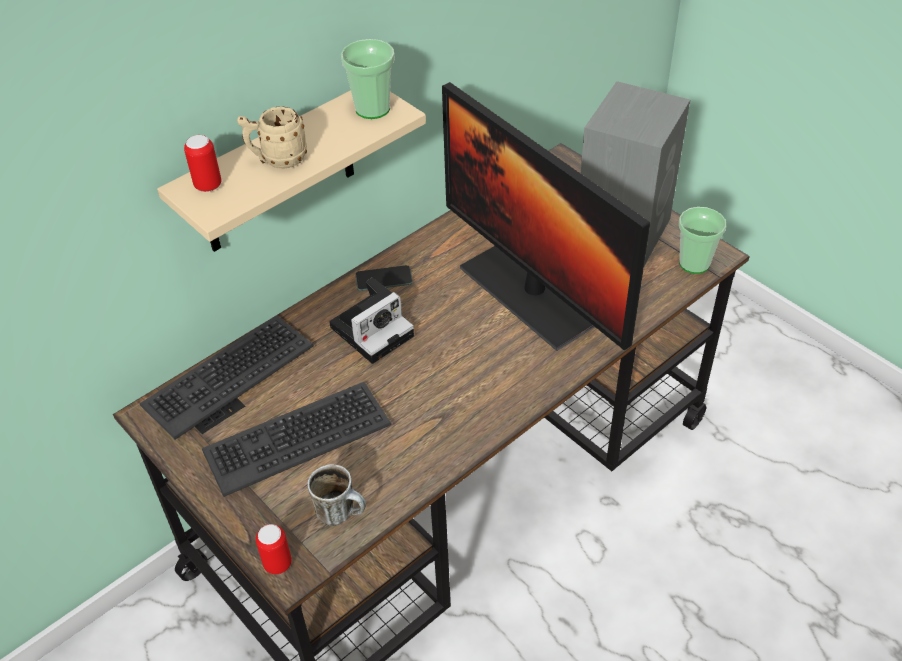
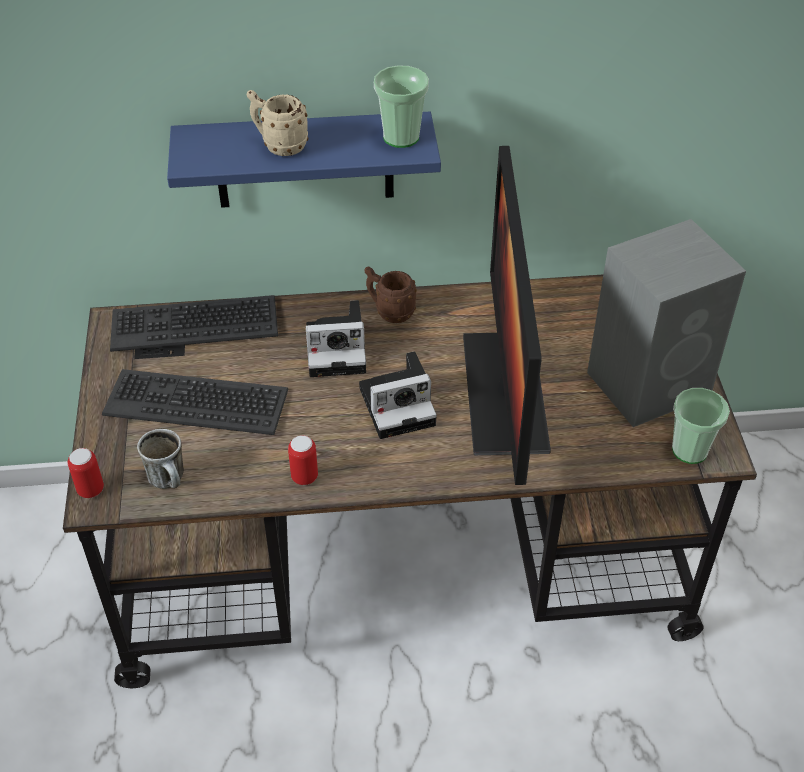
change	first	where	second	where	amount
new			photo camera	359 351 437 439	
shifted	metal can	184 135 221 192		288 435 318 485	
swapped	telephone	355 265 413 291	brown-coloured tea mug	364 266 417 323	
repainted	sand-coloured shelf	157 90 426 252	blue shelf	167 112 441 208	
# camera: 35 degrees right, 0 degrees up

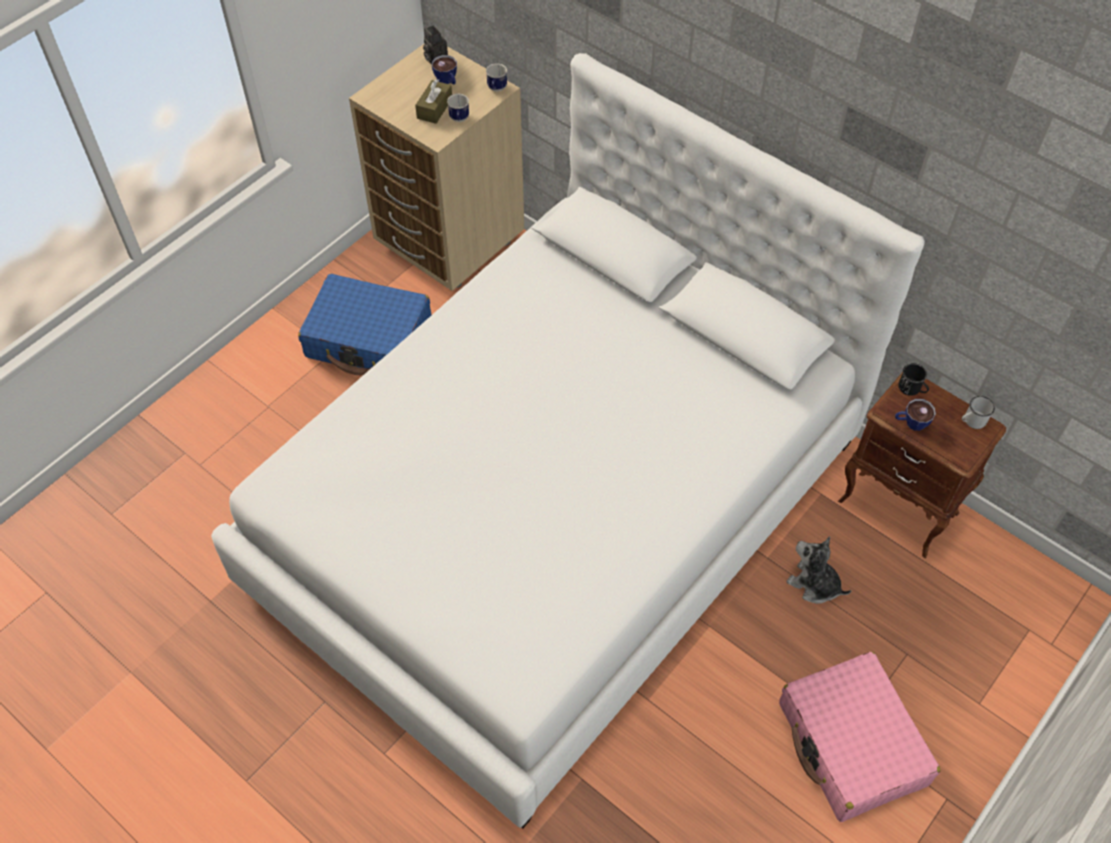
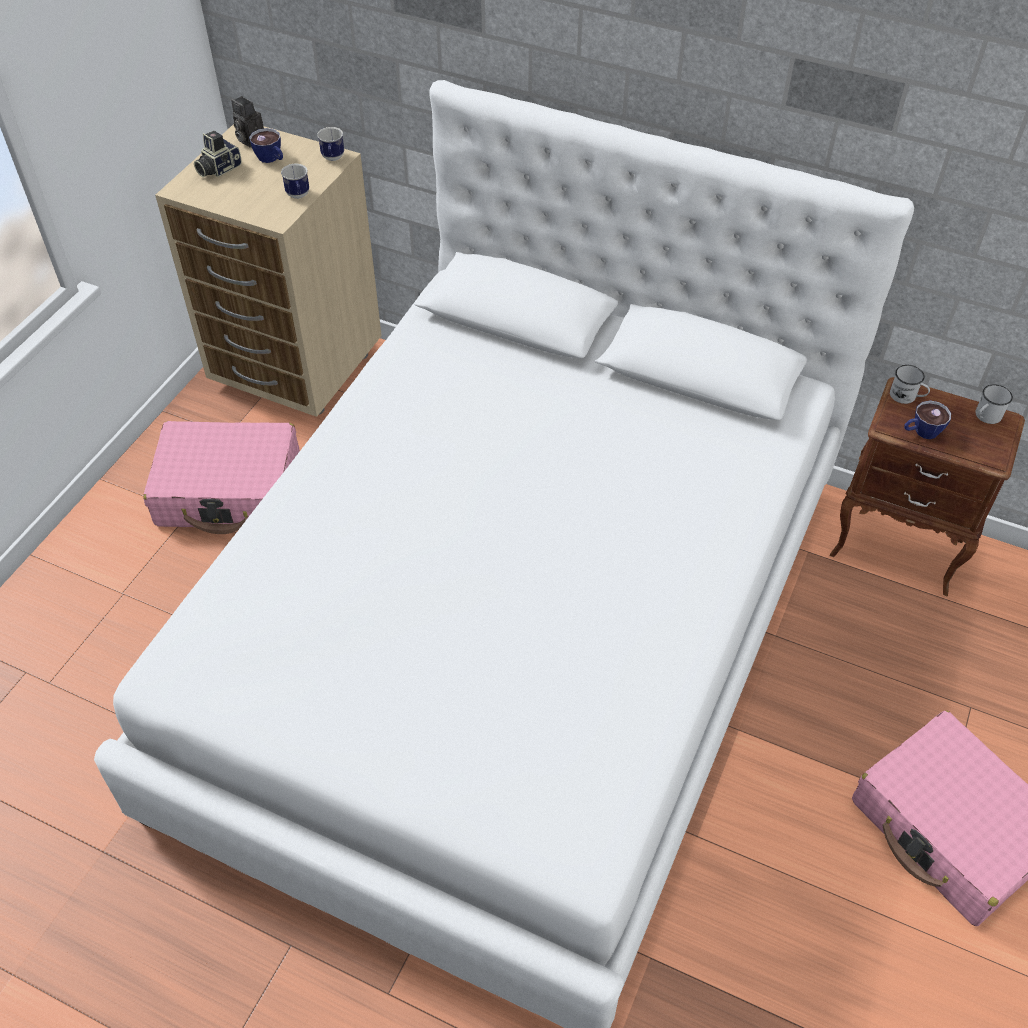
change	first	where	second	where	amount
gone	brown-coloured tissue box	415 79 452 124			
gone	plush toy	786 536 851 604			
new			photo camera	194 131 242 177	
repainted	blue travel case	298 274 432 375	pink travel case	143 421 300 534	
repainted	blackish tea mug	898 363 929 396	whitish tea mug	890 365 930 404	
# camera: 15 degrees left, 5 degrees down

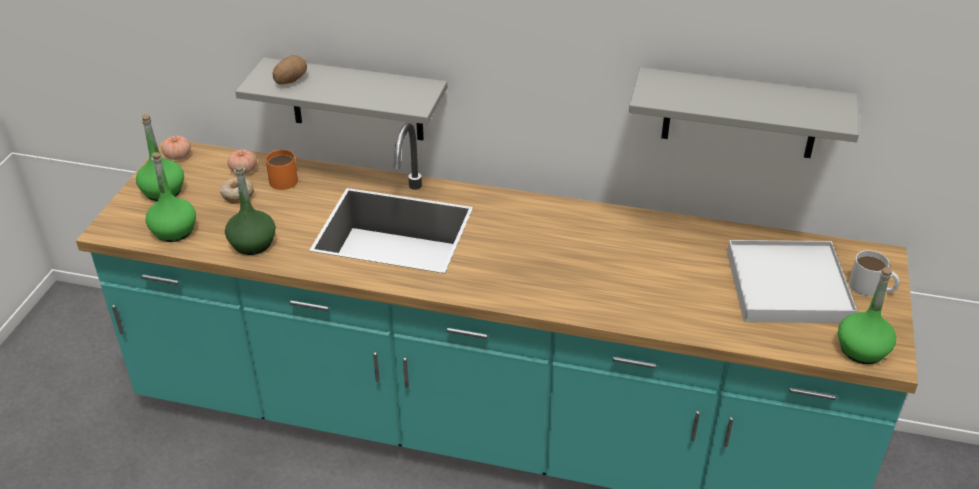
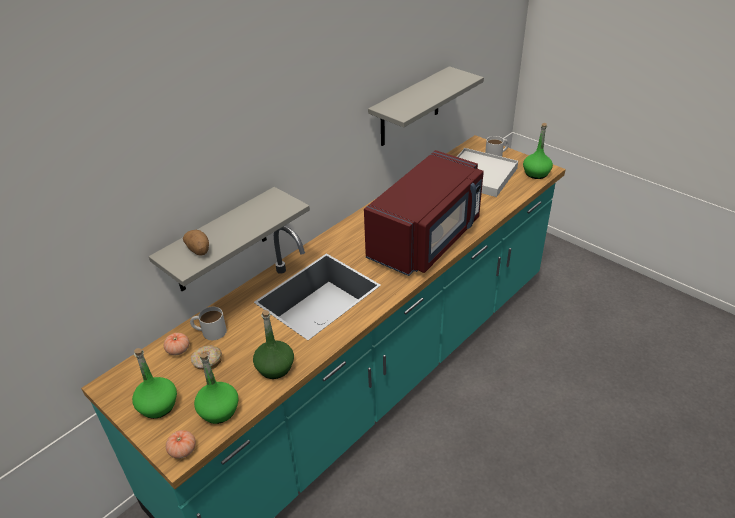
change	first	where	second	where	amount
new			red microwave	364 150 484 276	
shifted	tomato	161 136 191 160		166 430 196 459	
repainted	orange-coloured tea mug	266 150 298 190	whitish tea mug	190 307 227 340	
# camera: 60 degrees left, 0 degrees up

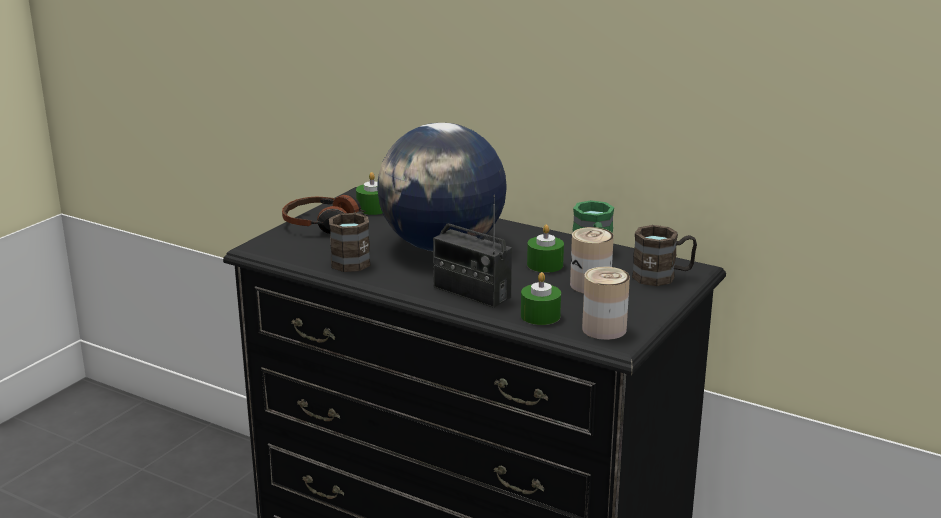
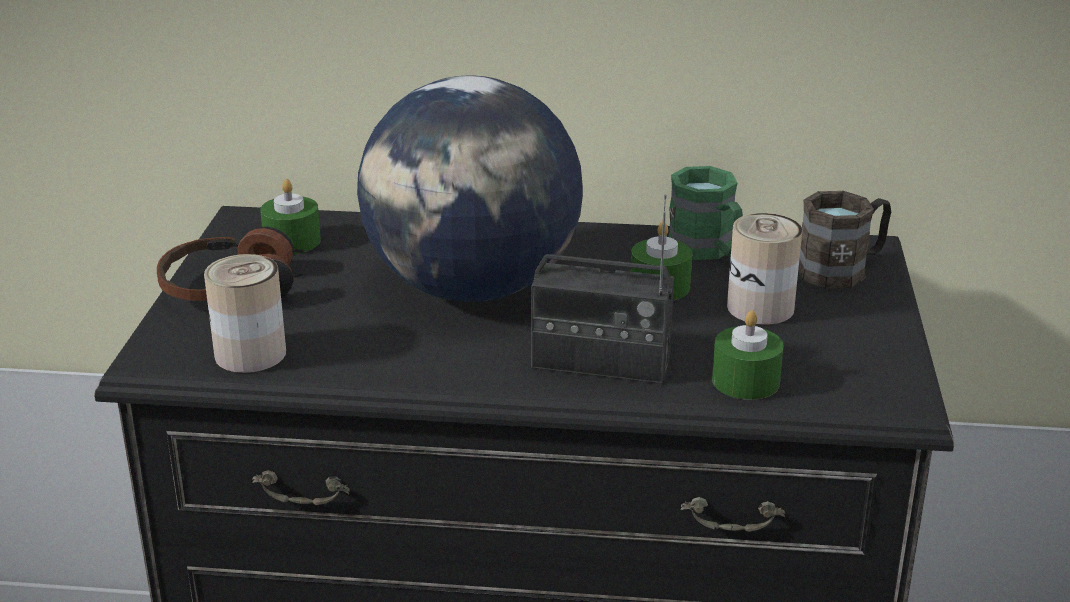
change	first	where	second	where	amount
gone	brown-coloured tea mug	329 211 371 272			
shifted	metal can	582 267 630 340		204 254 286 373	
# camera: 25 degrees left, 5 degrees up

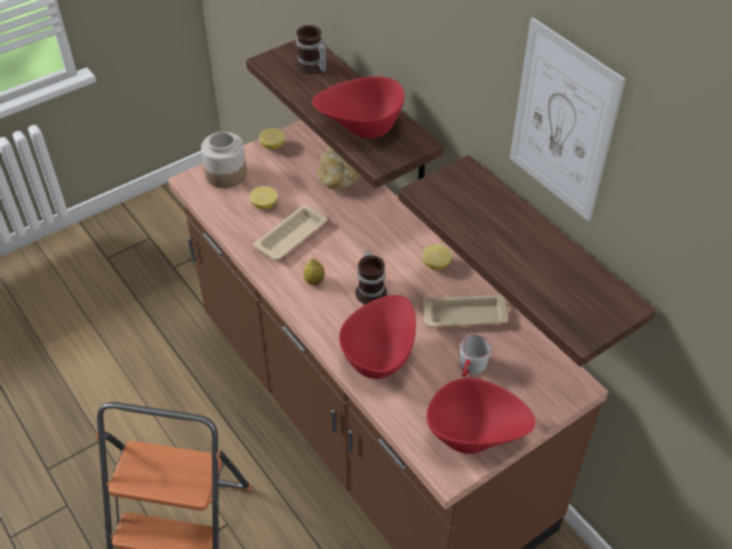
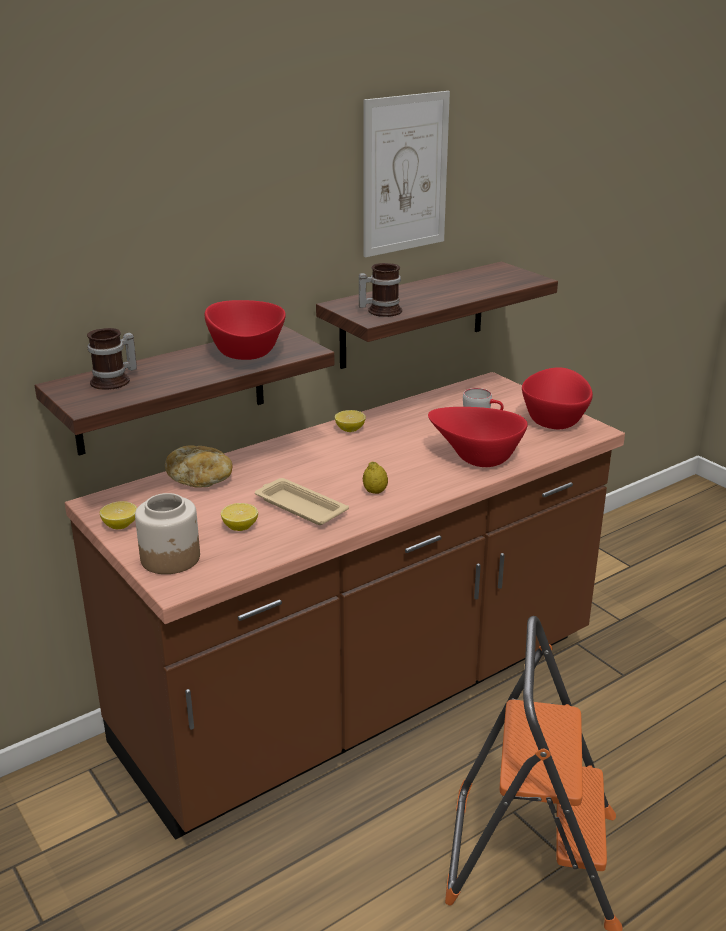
change	first	where	second	where	amount
gone	sand-coloured tray	422 295 510 327			
shifted	tea mug	355 251 387 305		359 263 402 317	
# camera: 90 degrees left, 20 degrees down

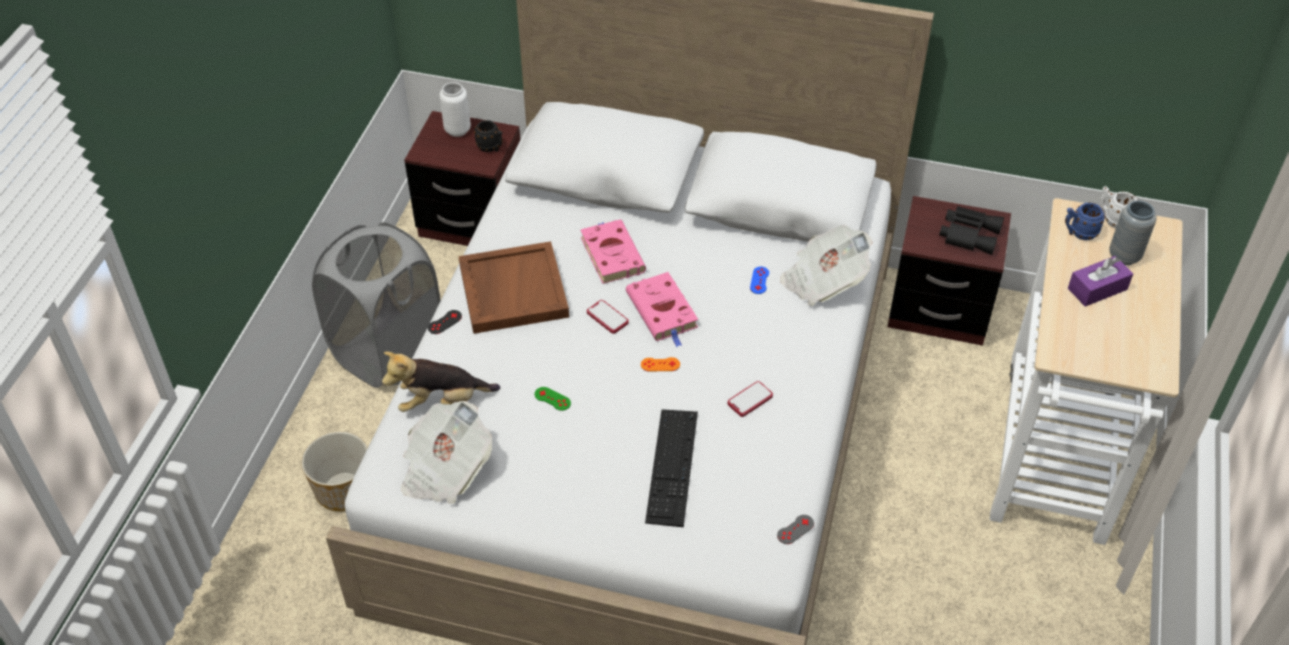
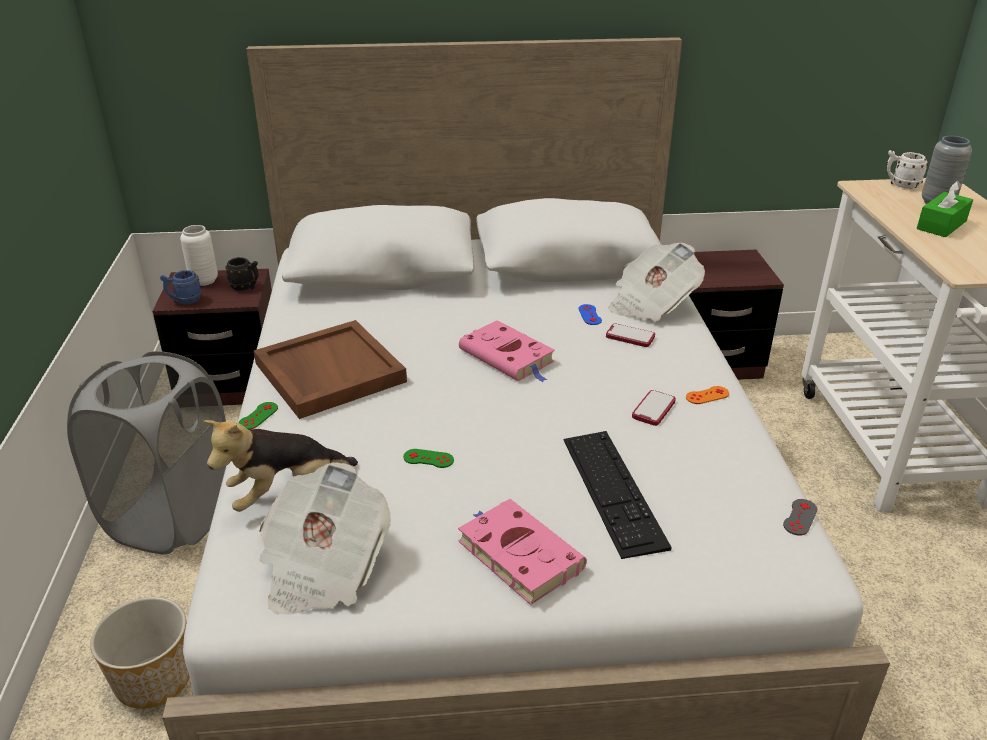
change	first	where	second	where	amount
gone	blackish binoculars	939 206 1004 255			
shifted	pink book	580 219 646 284		458 499 587 605	
shifted	telephone	587 300 629 334		606 323 655 347	
shifted	orange-coloured game controller	641 357 680 371		686 386 729 404	
shifted	blue tea mug	1065 203 1106 240		160 270 202 304	
repainted	blackish game controller	428 310 462 334	green-coloured game controller	239 402 278 429	
repainted	purplish tissue box	1068 256 1133 307	green-coloured tissue box	916 181 973 237	
# camera: 20 degrees left, 15 degrees down

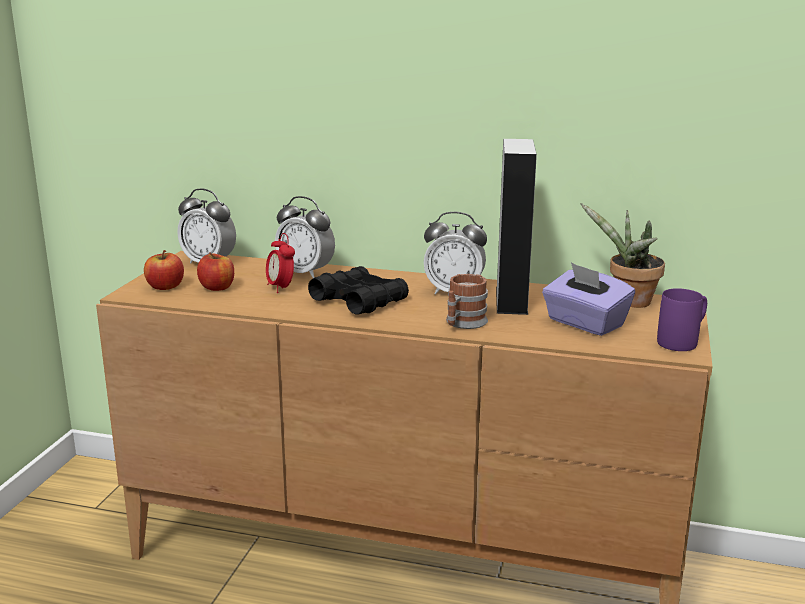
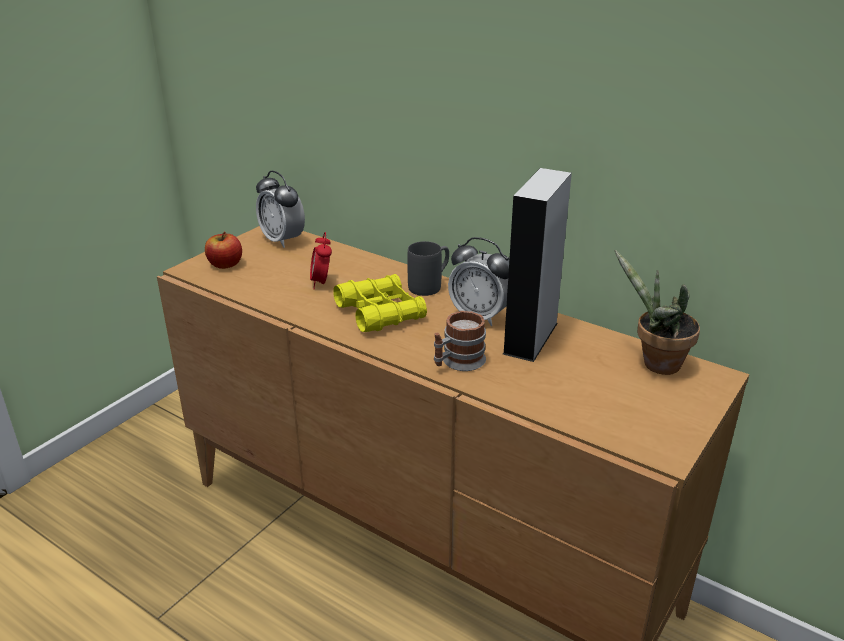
change	first	where	second	where	amount
gone	whole apple	197 252 234 291			
gone	table clock	275 196 335 278			
gone	purplish tissue box	542 263 635 336			
gone	purplish tea mug	657 288 707 351			
new			gray tea mug	408 241 449 296	
repainted	blackish binoculars	308 266 409 315	yellow-coloured binoculars	333 274 427 332	
# camera: 20 degrees right, 10 degrees up

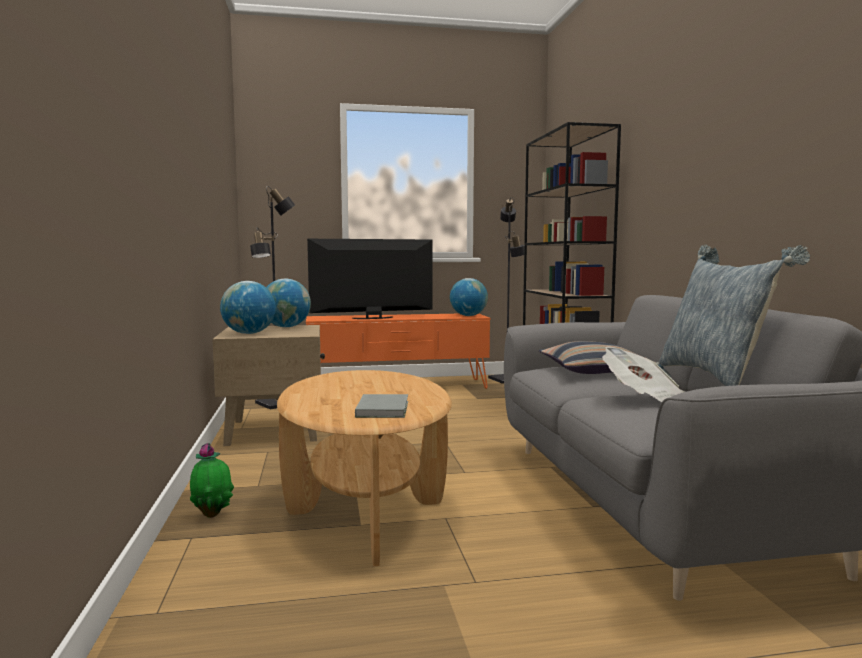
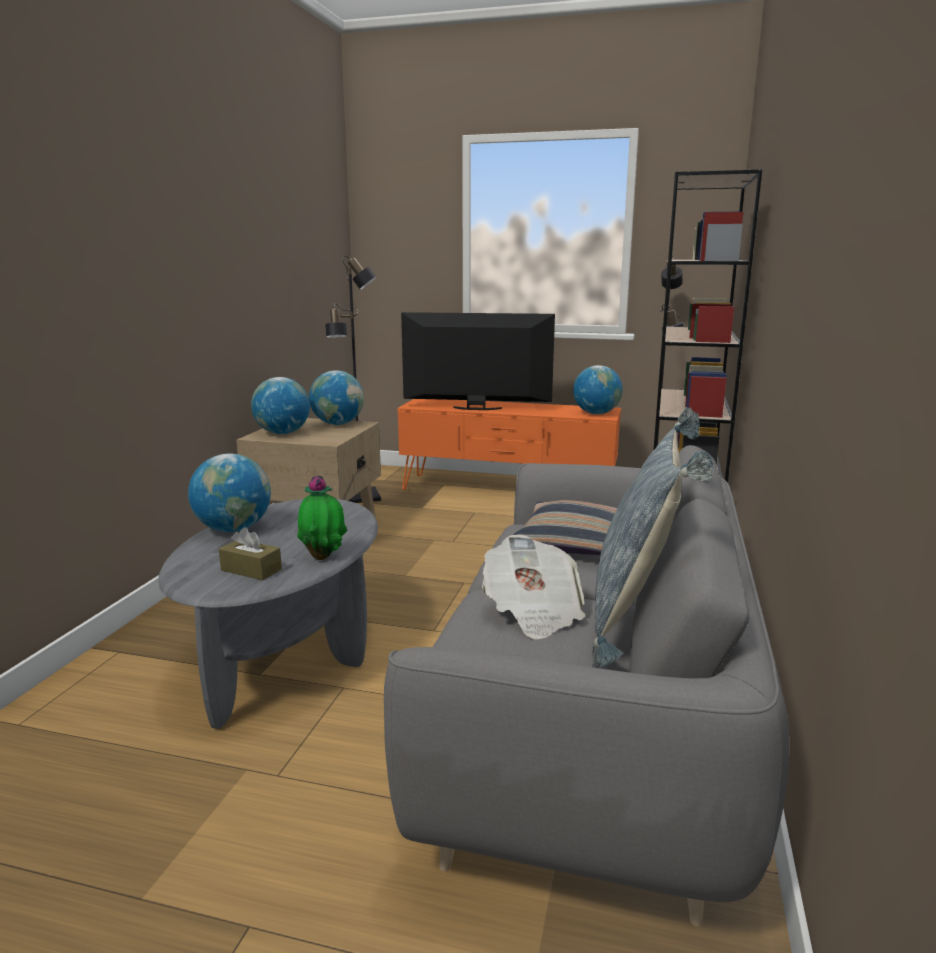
change	first	where	second	where	amount
new			desk globe	188 454 271 532	
shifted	plant in a pot	190 443 234 518		297 475 347 560	
swapped	gray book	355 394 408 418	brown-coloured tissue box	219 527 282 580	
repainted	brown-coloured lounge table	277 370 452 566	gray lounge table	158 499 378 729	
# camera: 25 degrees right, 10 degrees up

